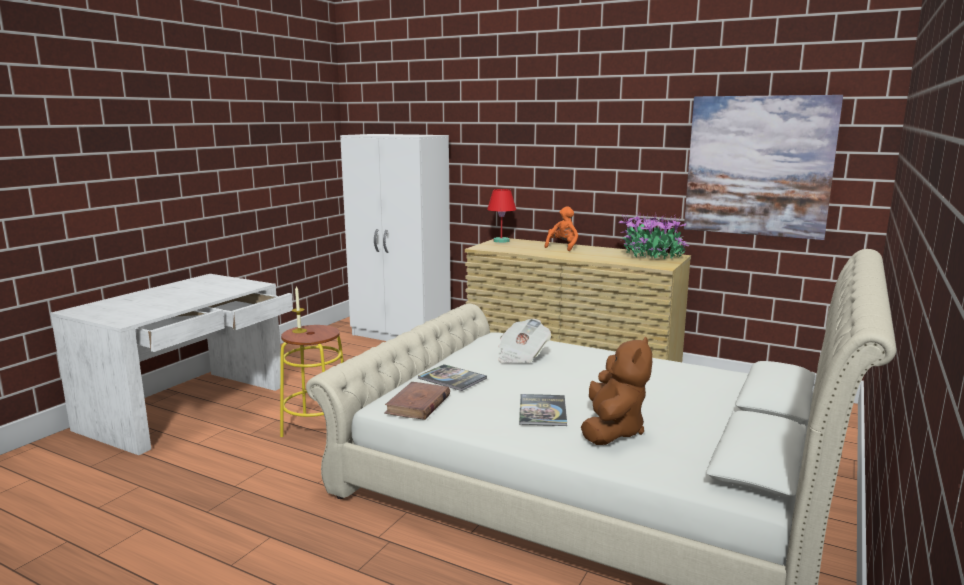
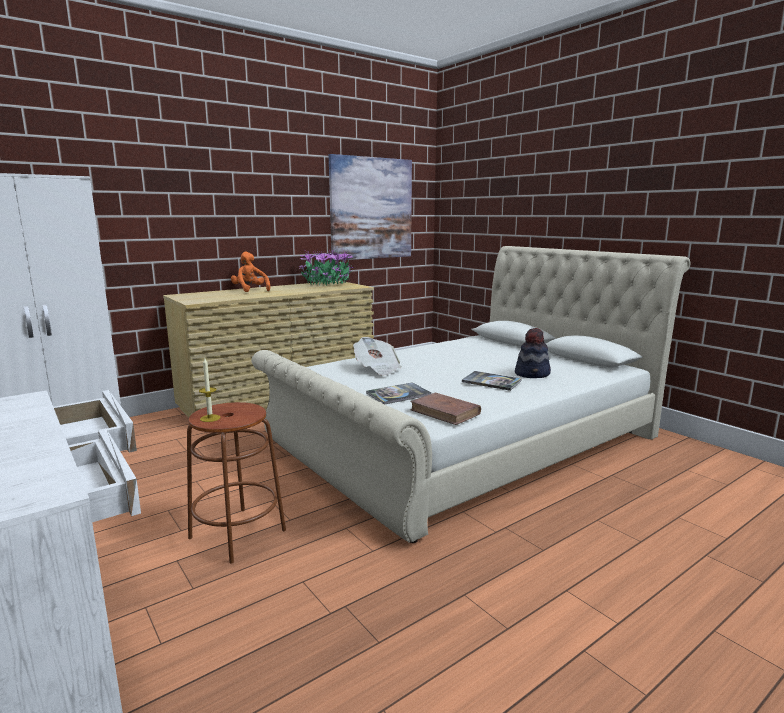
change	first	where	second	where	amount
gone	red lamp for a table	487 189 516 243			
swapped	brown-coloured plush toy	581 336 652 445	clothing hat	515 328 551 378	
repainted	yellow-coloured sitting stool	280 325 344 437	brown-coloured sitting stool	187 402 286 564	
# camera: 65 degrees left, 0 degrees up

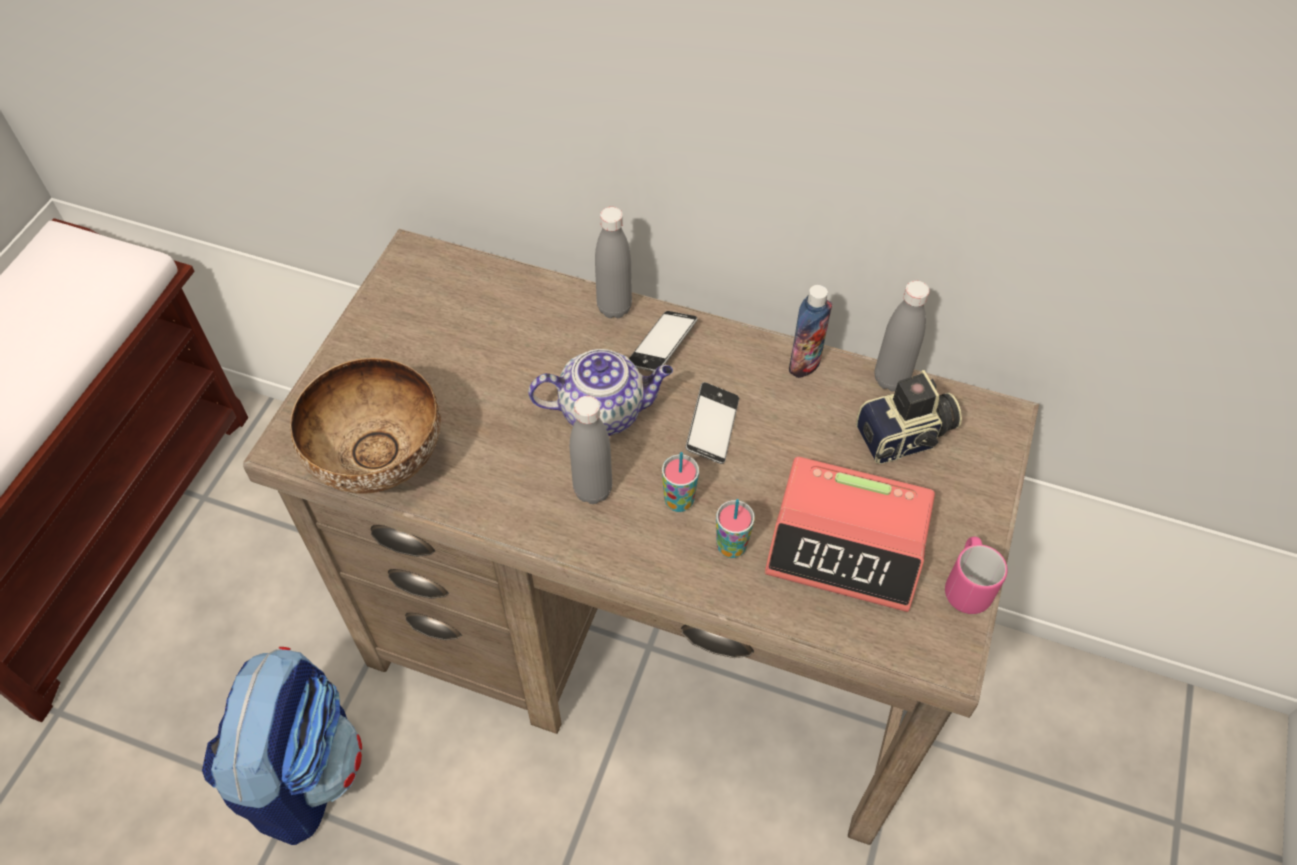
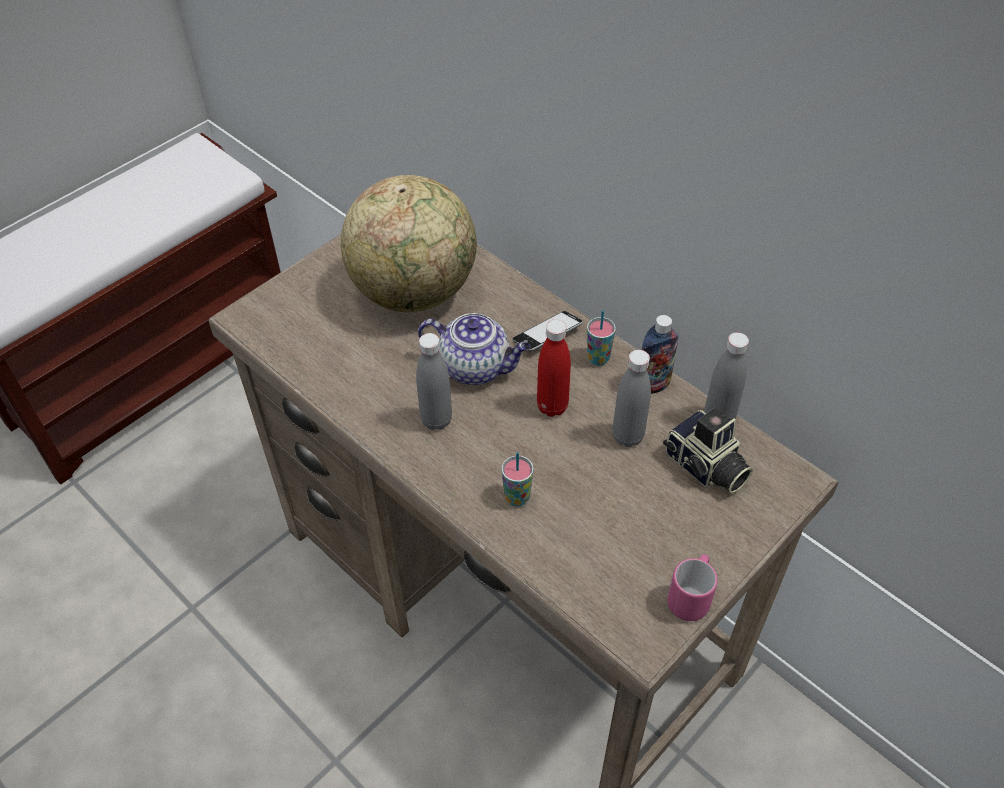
change	first	where	second	where	amount
gone	knapsack	202 647 362 845			
gone	bowl	290 358 441 494			
gone	table clock	765 457 935 612			
new			desk globe	341 175 477 312	
shifted	gray beverage bottle	595 207 632 318		612 350 651 447	
shifted	drinking cup	662 452 699 512		587 310 616 366	
swapped	telephone	685 382 739 464	red beverage bottle	537 319 571 417	
rotated	photo camera	856 370 962 464		663 408 753 494	45 degrees clockwise
# camera: 25 degrees right, 5 degrees down

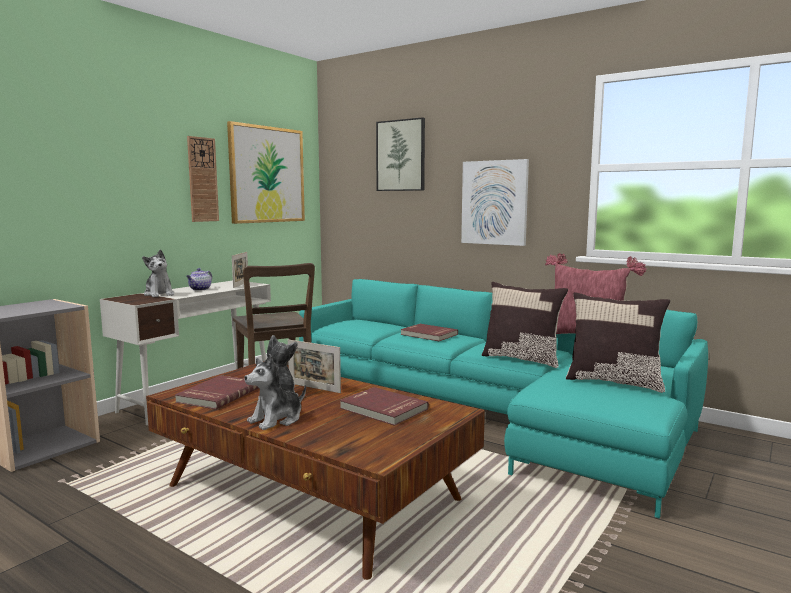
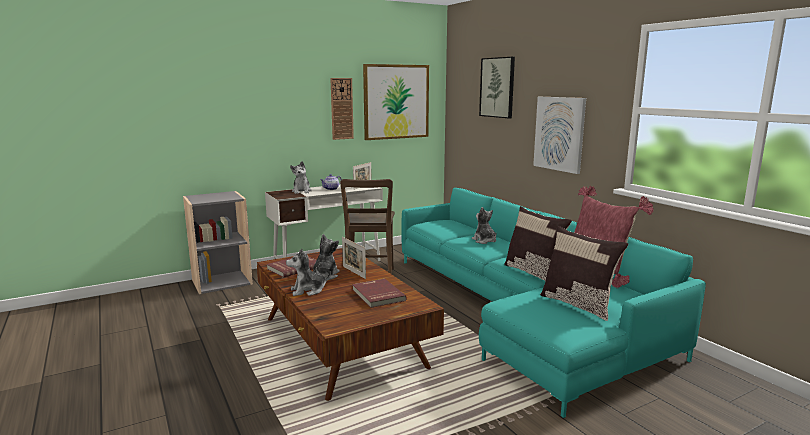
change	first	where	second	where	amount
swapped	red book	400 324 458 341	plush toy	472 207 496 244	
# camera: 25 degrees right, 5 degrees up

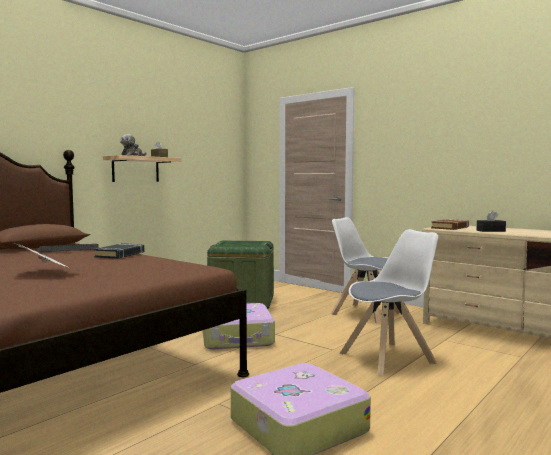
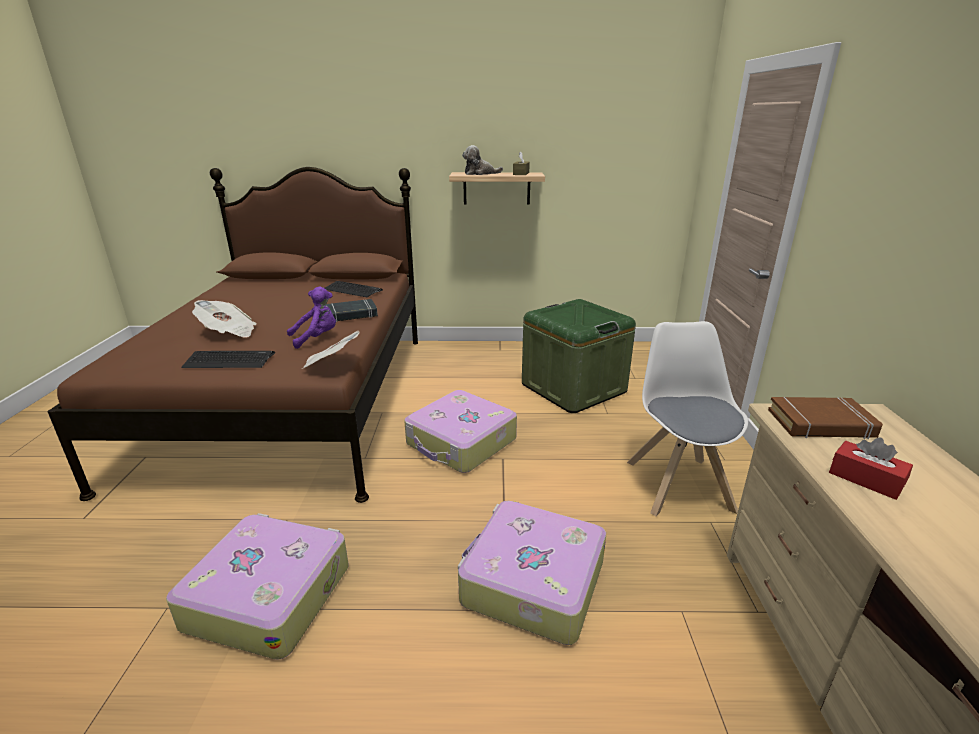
change	first	where	second	where	amount
new			PC keyboard	182 351 275 368	
new			purplish plush toy	287 286 336 349	
new			newspaper	302 331 360 369	
swapped	plain chair	339 229 438 376	travel case	458 501 606 645	
repainted	blackish tissue box	477 211 506 232	red tissue box	829 437 913 500	
# camera: 50 degrees right, 20 degrees up

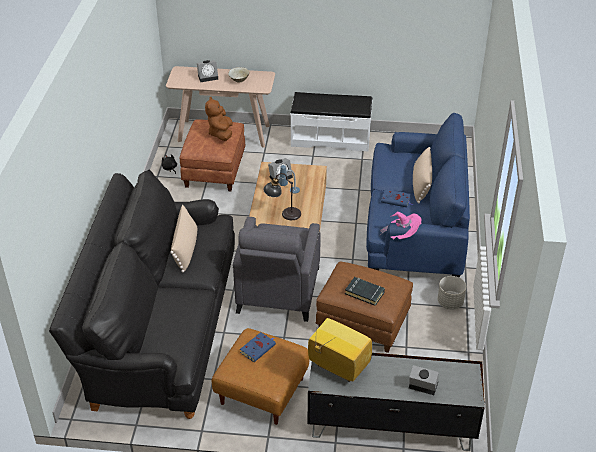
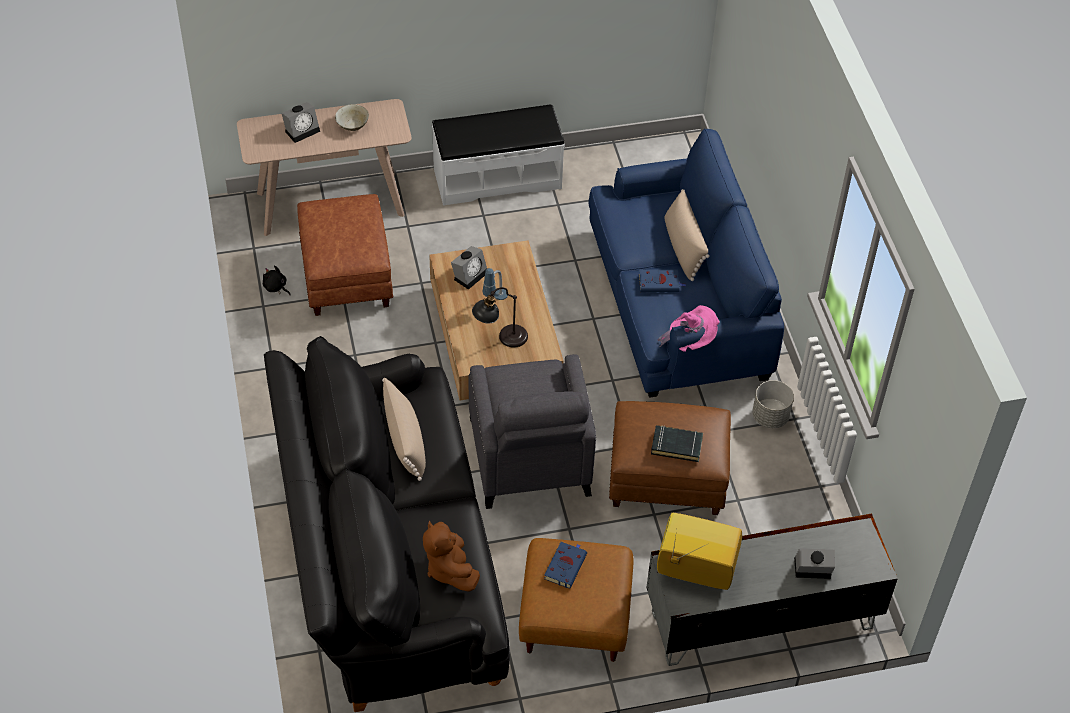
change	first	where	second	where	amount
shifted	brown-coloured plush toy	205 97 233 141		423 521 480 592	
# camera: 20 degrees left, 10 degrees up

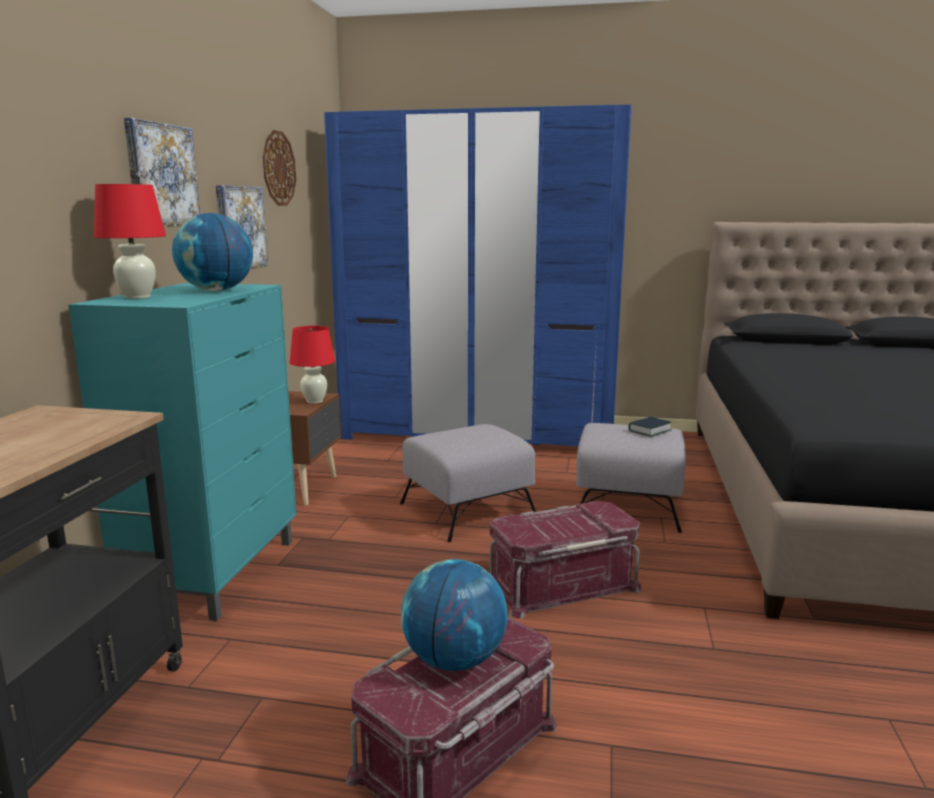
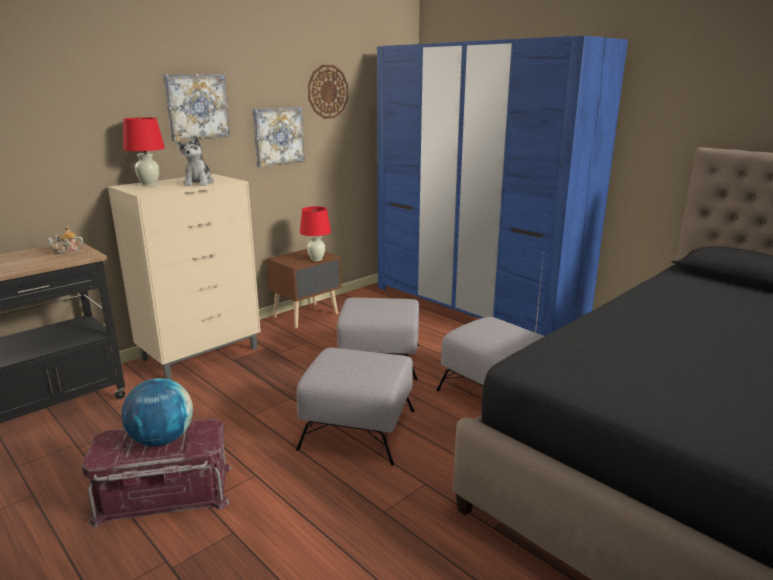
change	first	where	second	where	amount
gone	book	629 417 672 437			
new			teapot	47 226 83 255	
swapped	desk globe	172 213 253 291	plush toy	177 135 214 186	
swapped	red storage box	490 501 642 619	gray footrest	296 348 414 466	
repainted	turquoise drawer chest	68 283 297 621	sand-coloured drawer chest	108 174 261 380	
# camera: 35 degrees right, 5 degrees up

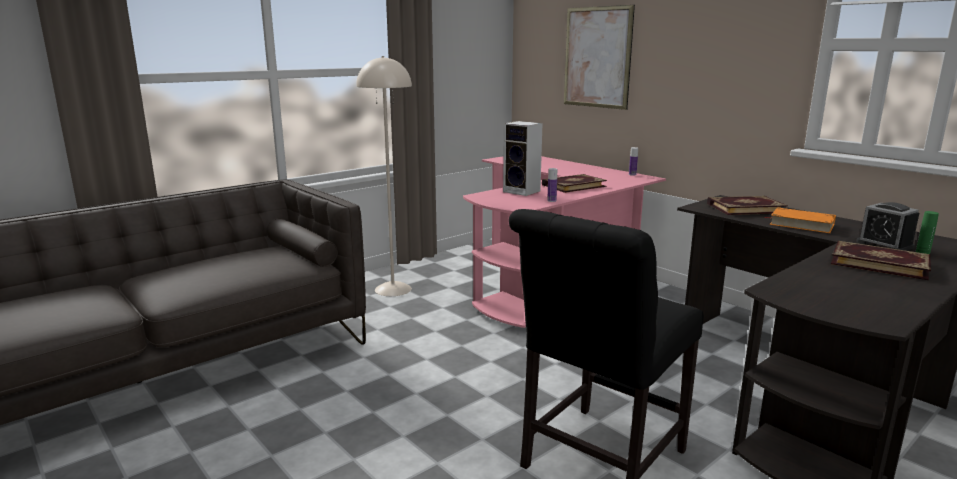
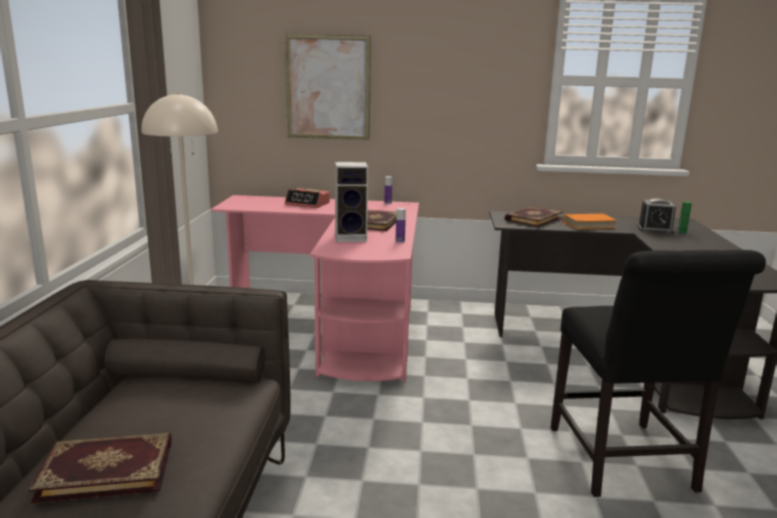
change	first	where	second	where	amount
new			table clock	285 188 330 208	
shifted	book	831 241 931 280		29 433 172 503	
# camera: 45 degrees left, 0 degrees up

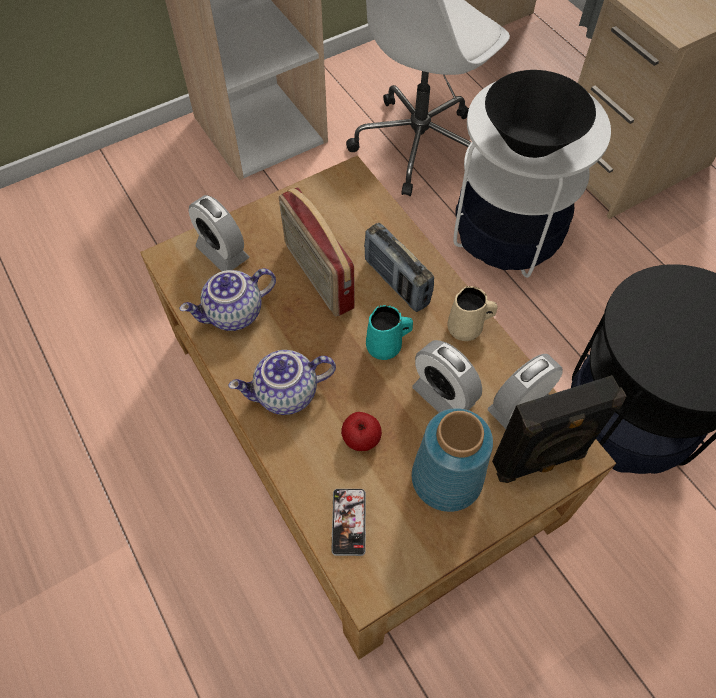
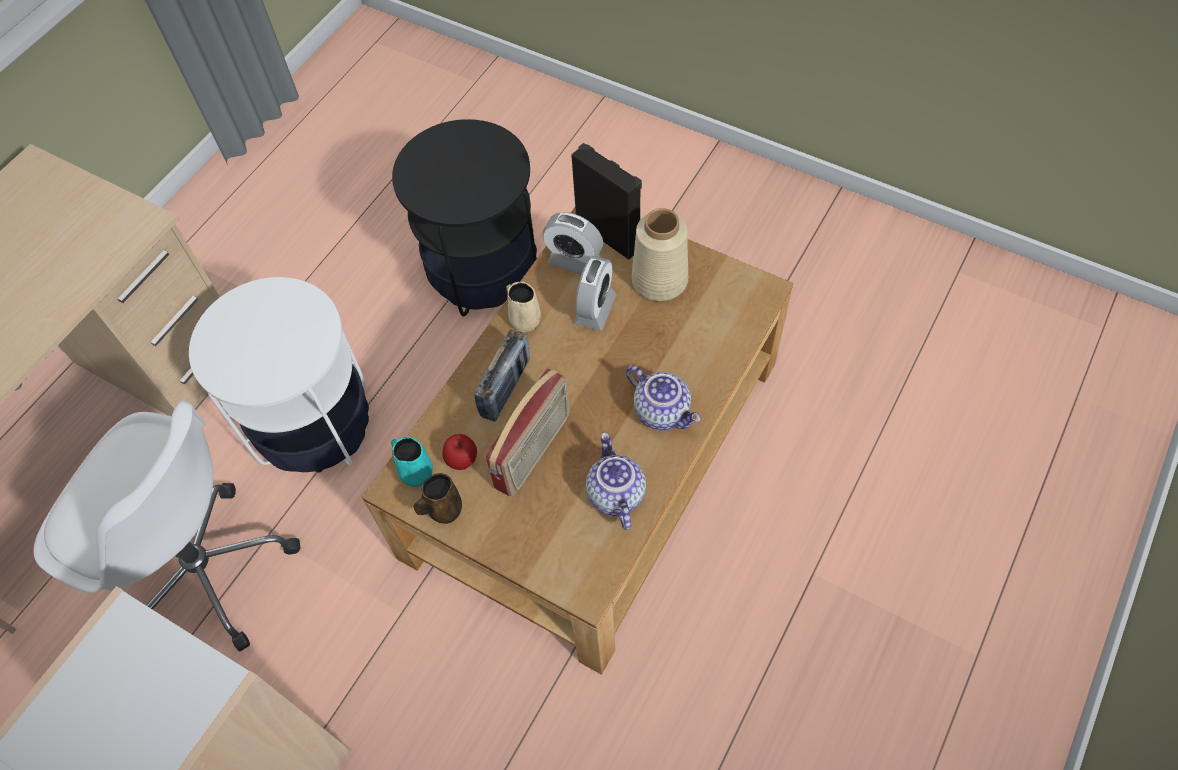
change	first	where	second	where	amount
gone	table clock	189 195 249 271			
gone	telephone	331 489 366 556			
gone	blackish bowl	485 70 596 158			
new			brown-coloured tea mug	414 473 462 524	
shifted	whole apple	341 412 382 451		442 434 477 470	
shifted	turquoise tea mug	366 305 413 360		391 436 433 487	
repainted	blue vase	412 408 493 512	sand-coloured vase	632 208 688 301	
rotated	teapot	179 268 276 331		586 432 646 530	135 degrees counterclockwise
# camera: 115 degrees left, 0 degrees up

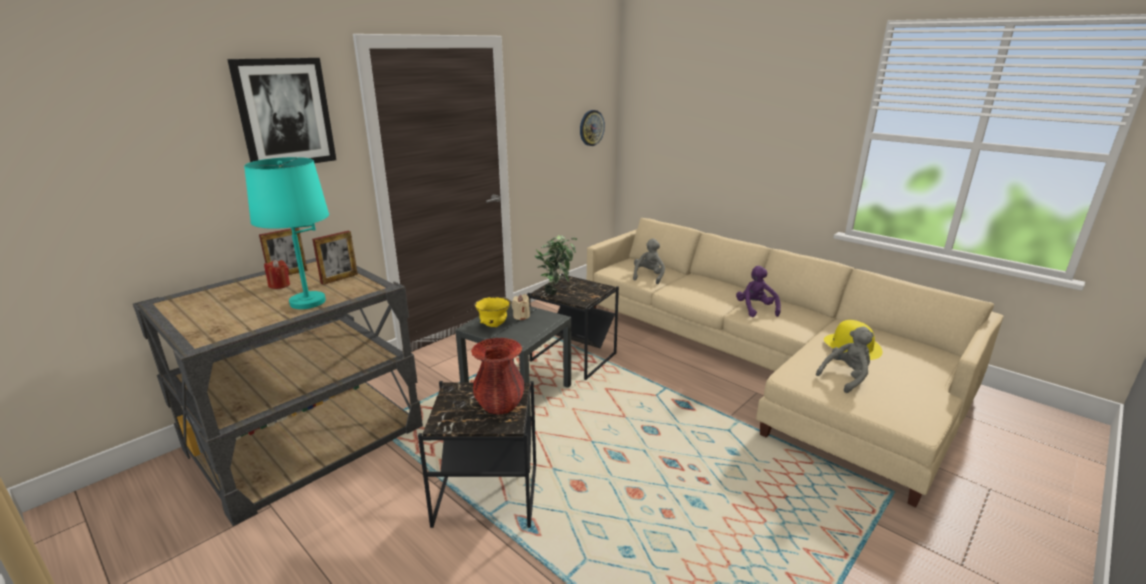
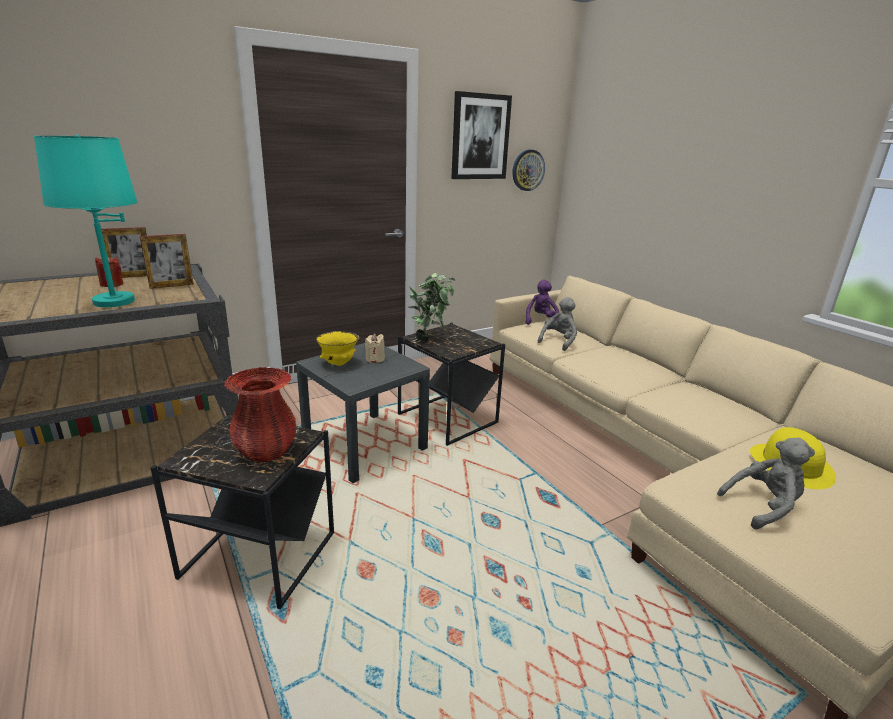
change	first	where	second	where	amount
shifted	wall art	227 58 336 163		451 91 512 179	
shifted	purplish plush toy	736 266 781 317		526 280 559 325	
# camera: 15 degrees right, 0 degrees up

